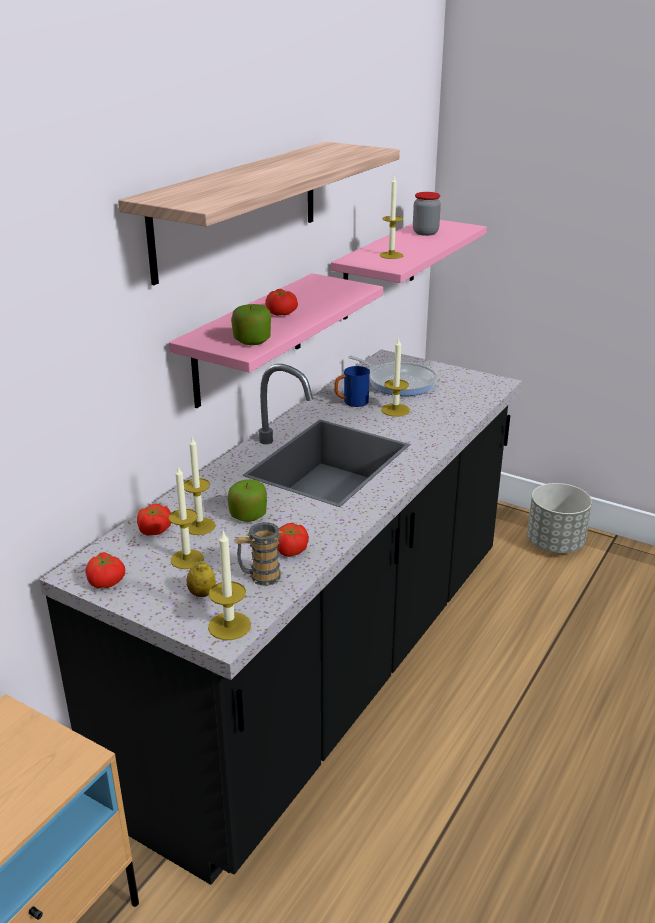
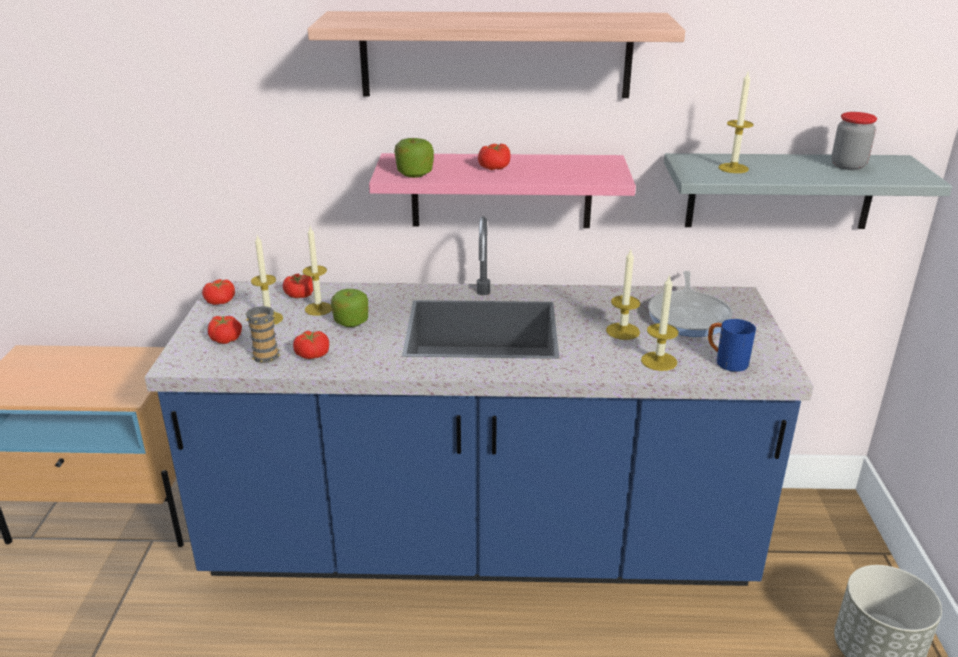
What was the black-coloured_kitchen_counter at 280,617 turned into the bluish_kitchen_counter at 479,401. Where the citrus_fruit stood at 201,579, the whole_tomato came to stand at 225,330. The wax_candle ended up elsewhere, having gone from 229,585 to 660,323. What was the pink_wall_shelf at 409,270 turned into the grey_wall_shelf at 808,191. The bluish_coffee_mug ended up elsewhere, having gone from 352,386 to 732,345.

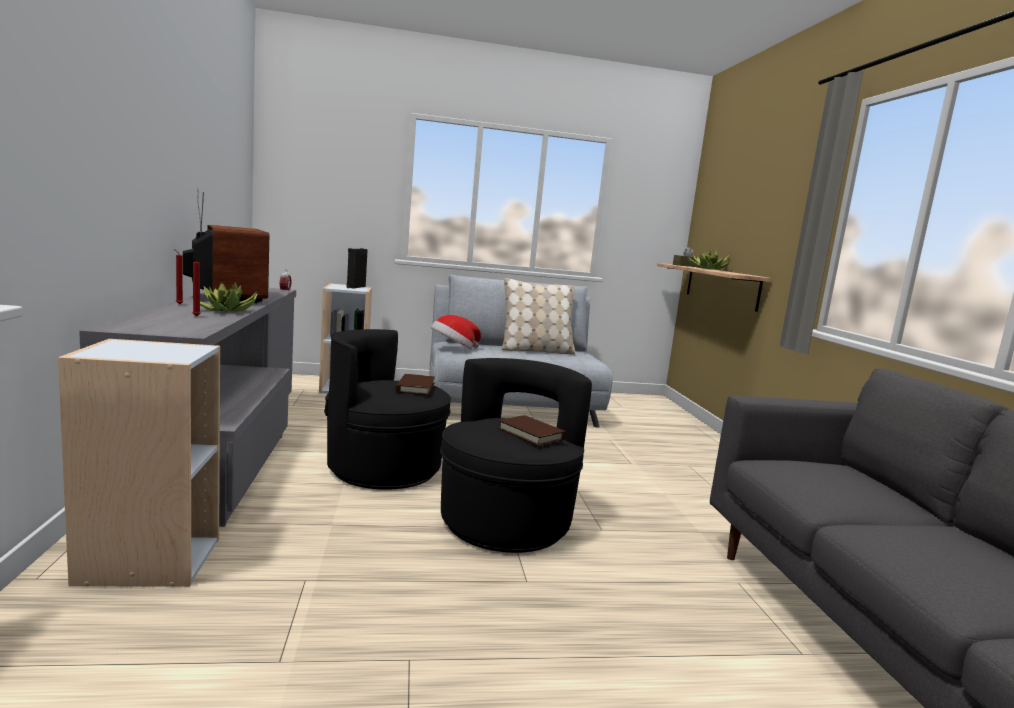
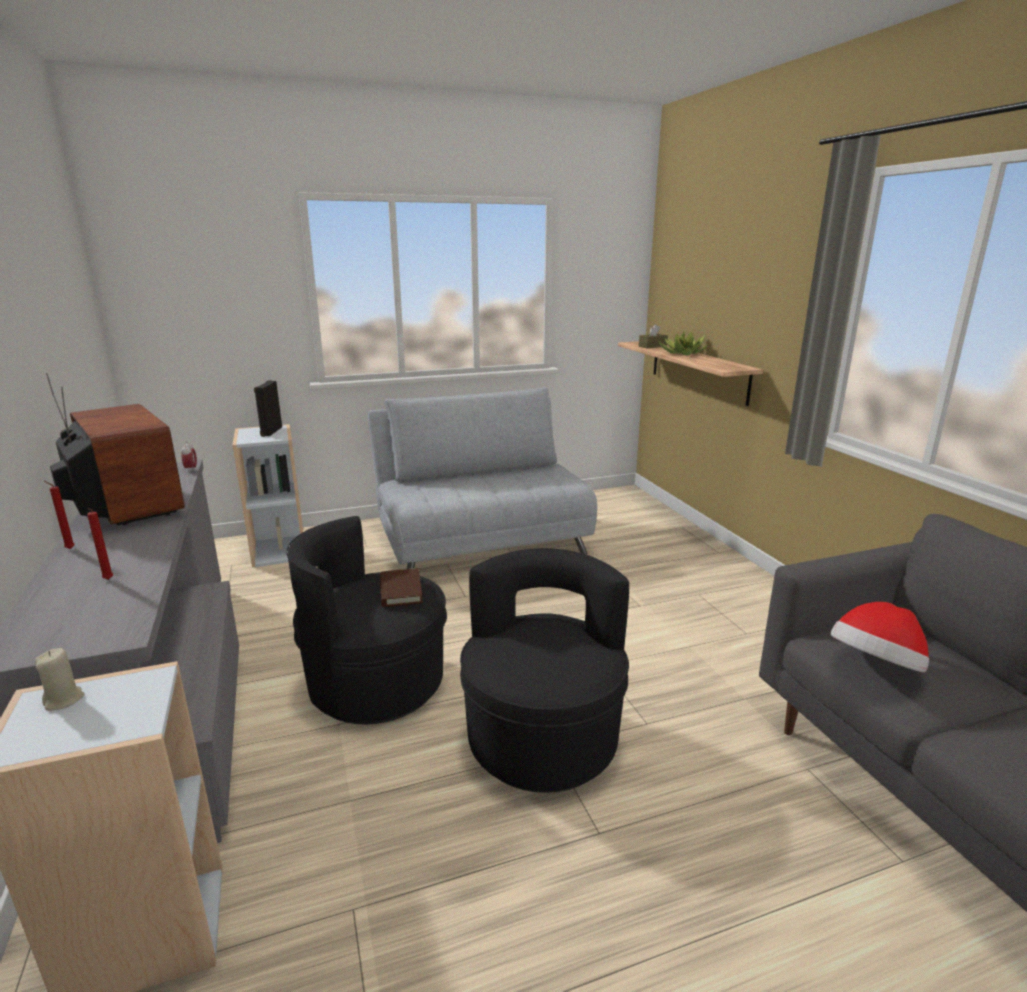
The second view lost the houseplant at 229,297. The hat ended up elsewhere, having gone from 456,332 to 879,637. The second view lost the brown-coloured_book at 532,430. The second view lost the sand-coloured_throw_pillow at 538,316. The second view gained the sand-coloured_wax_candle at 60,679.

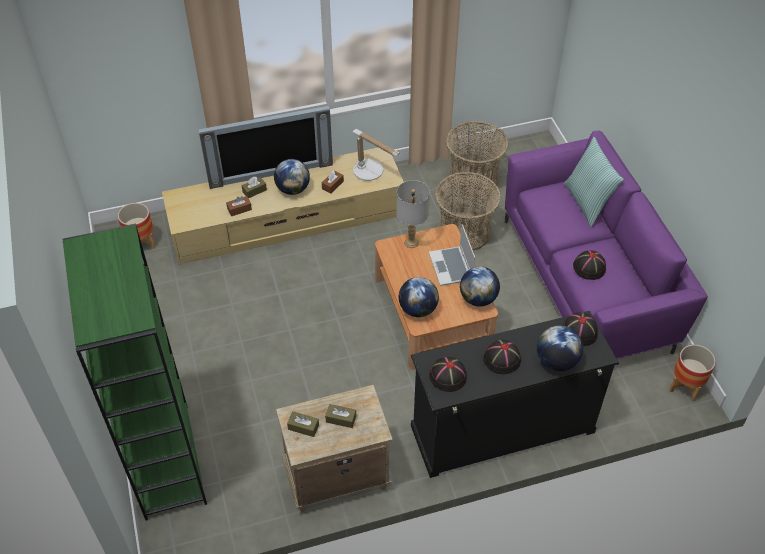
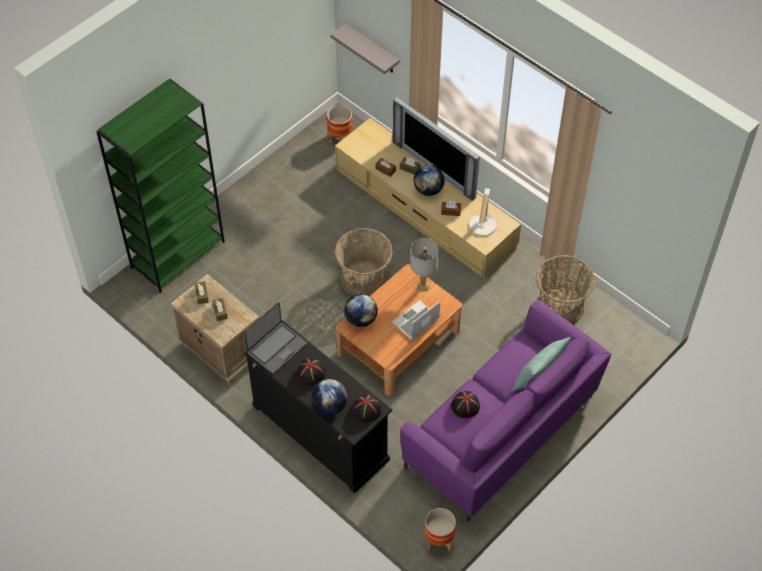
Where the black-coloured_hat stood at 448,374, the laptop came to stand at 275,338. The household_basket ended up elsewhere, having gone from 468,211 to 364,262. The second view lost the world_globe at 480,286. The second view gained the grey_wall_shelf at 365,48.

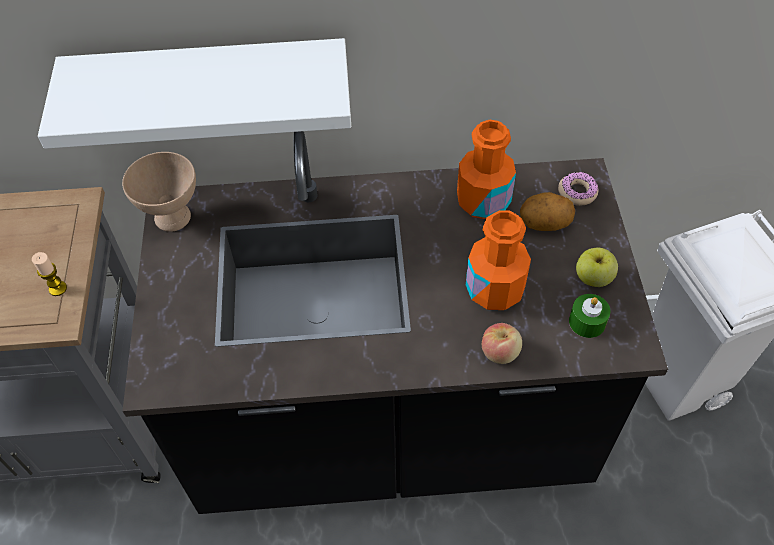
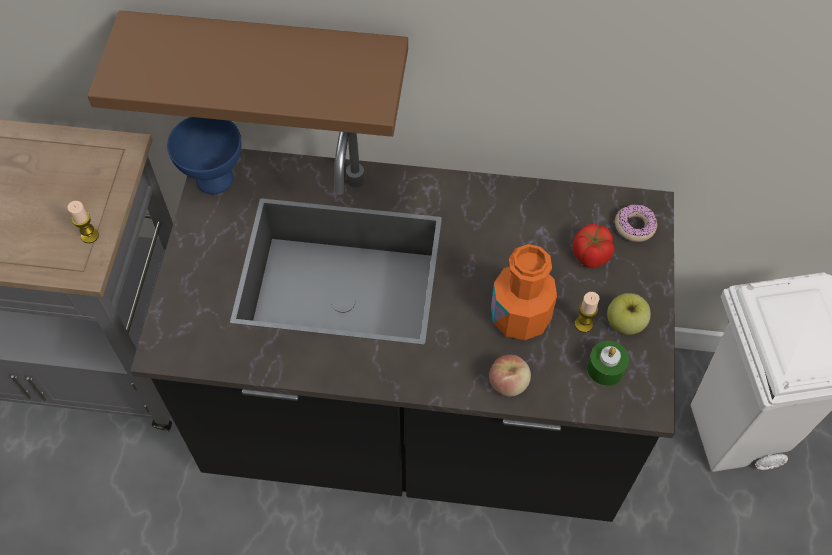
What was the whitish_wall_shelf at 194,93 turned into the brown-coloured_wall_shelf at 247,73. What was the sand-coloured_bowl at 159,192 turned into the bluish_bowl at 204,155. The second view lost the orangey_bottle at 486,169. Where the potato stood at 547,211, the whole_tomato came to stand at 593,246. The second view gained the wax_candle at 587,312.

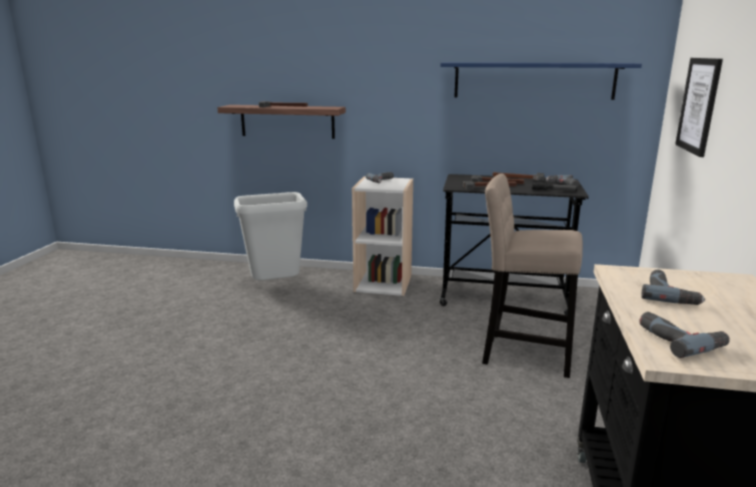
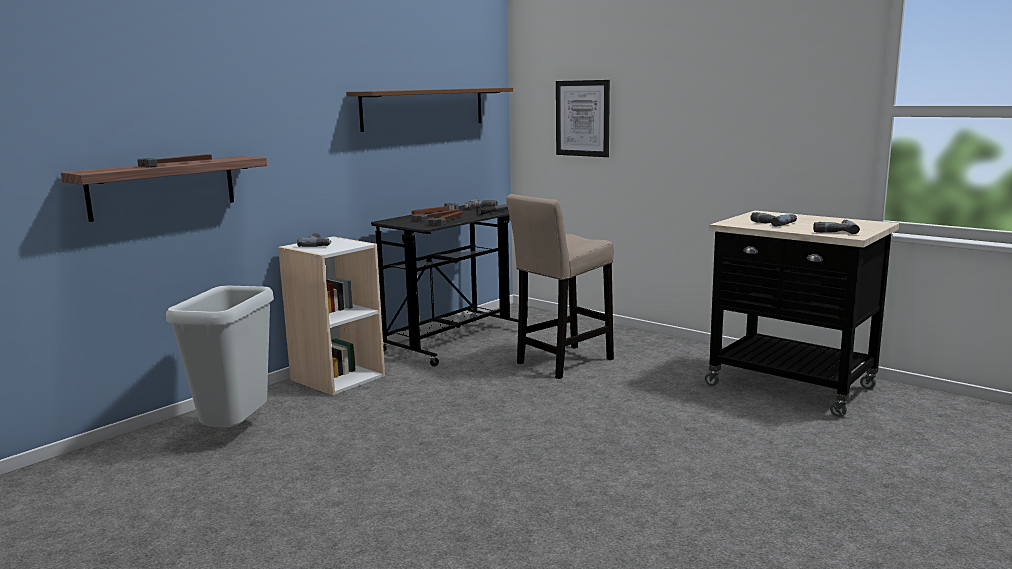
What was the bluish_wall_shelf at 541,81 turned into the brown-coloured_wall_shelf at 429,110.

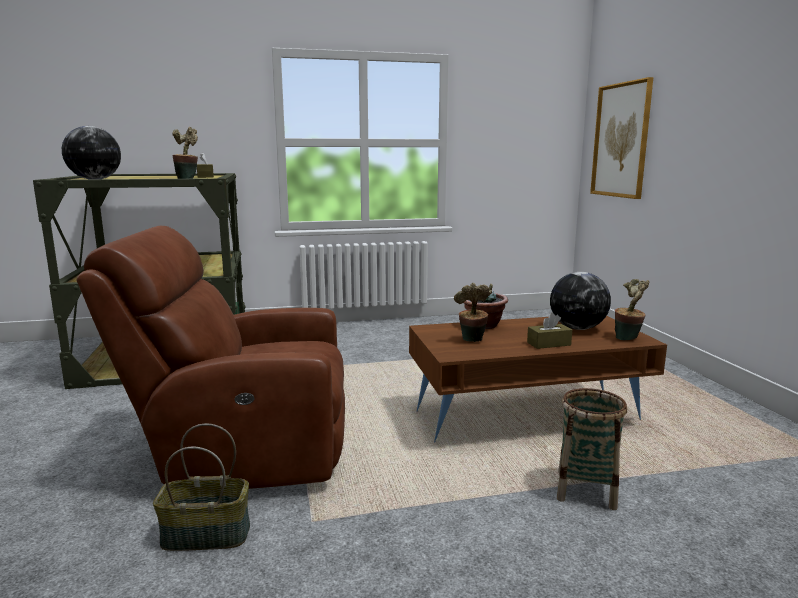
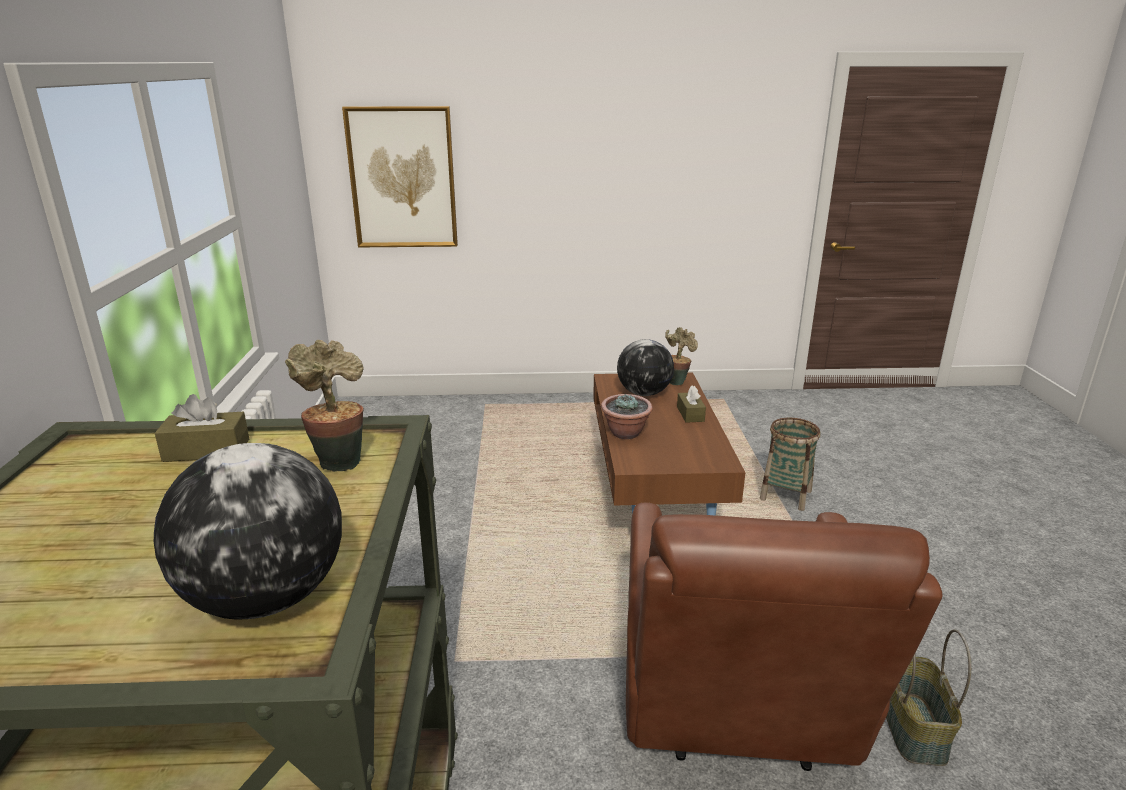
The second view lost the houseplant at 473,312.

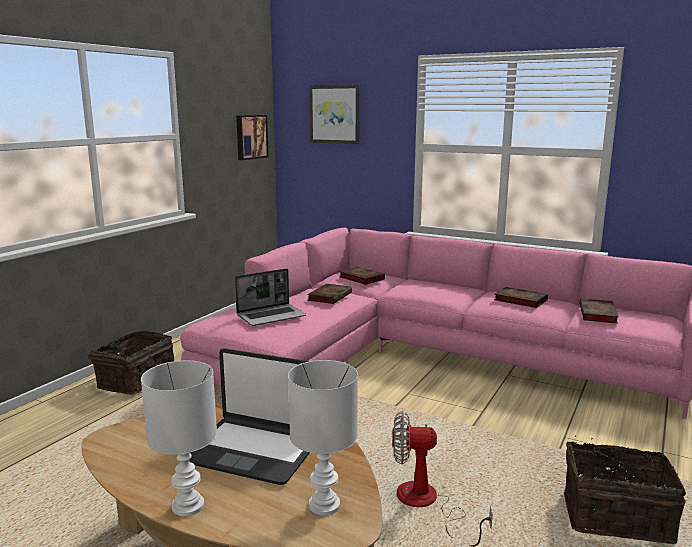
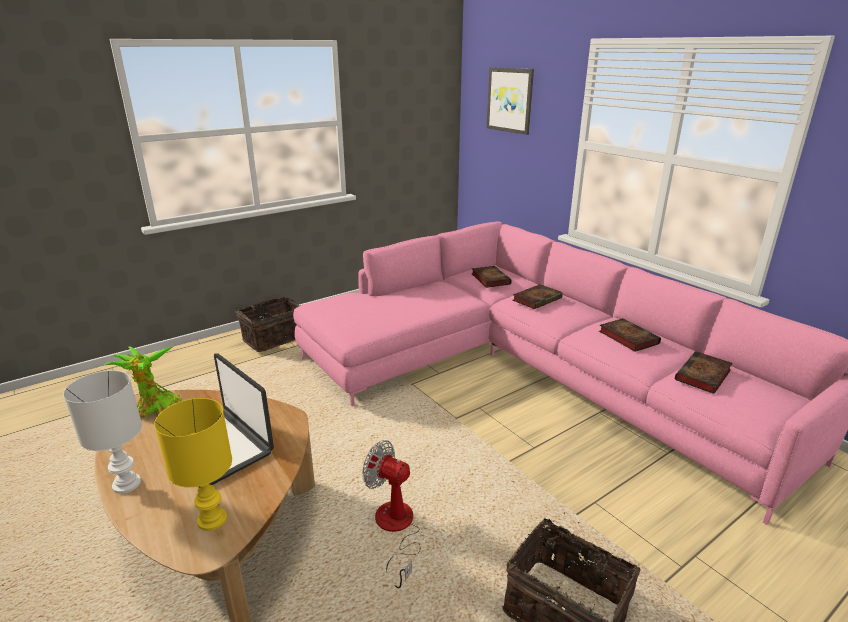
The second view lost the laptop at 270,297. The second view lost the picture at 252,137. What was the whitish_lamp_for_a_table at 323,437 turned into the yellow-coloured_lamp_for_a_table at 193,464. The book ended up elsewhere, having gone from 329,294 to 537,296. The second view gained the houseplant at 143,382.

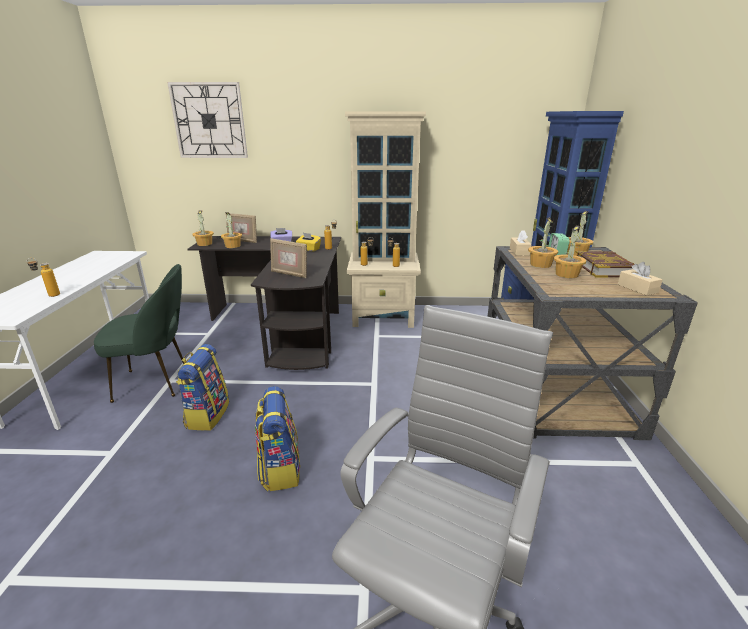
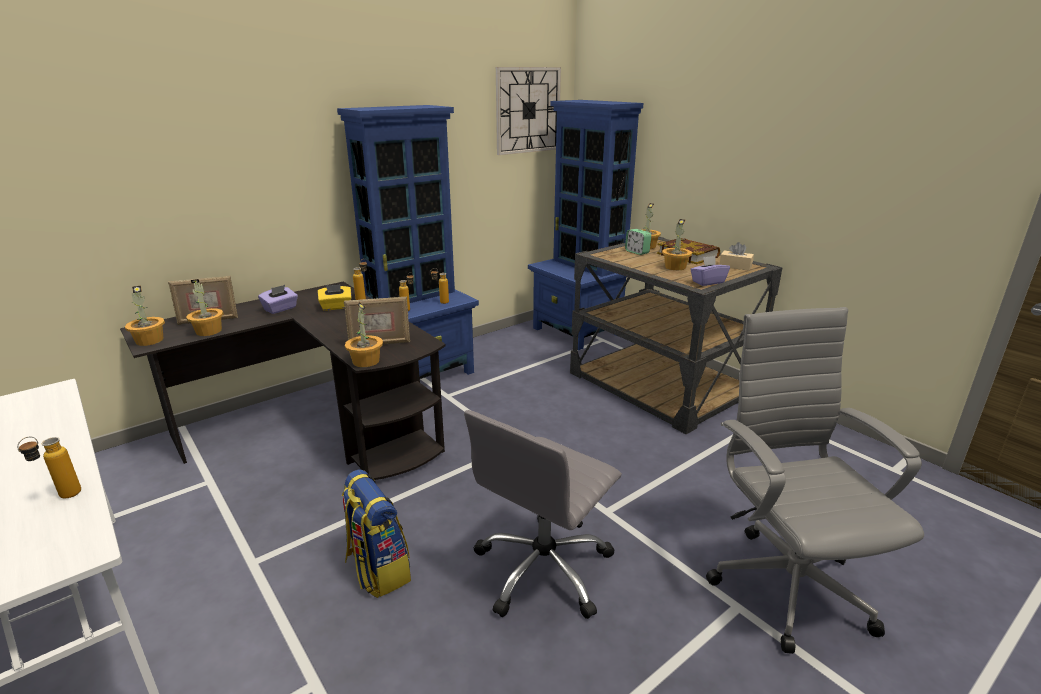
The second view lost the green_upright_chair at 139,333. The wall_clock ended up elsewhere, having gone from 207,120 to 528,111. Where the rucksack stood at 277,438, the grey_desk_chair came to stand at 543,514. What was the sand-coloured_cupboard at 385,219 turned into the bluish_cupboard at 408,242. The second view lost the sand-coloured_tissue_holder at 520,243. The houseplant ended up elsewhere, having gone from 543,243 to 364,334. The second view gained the purplish_tissue_holder at 710,271.

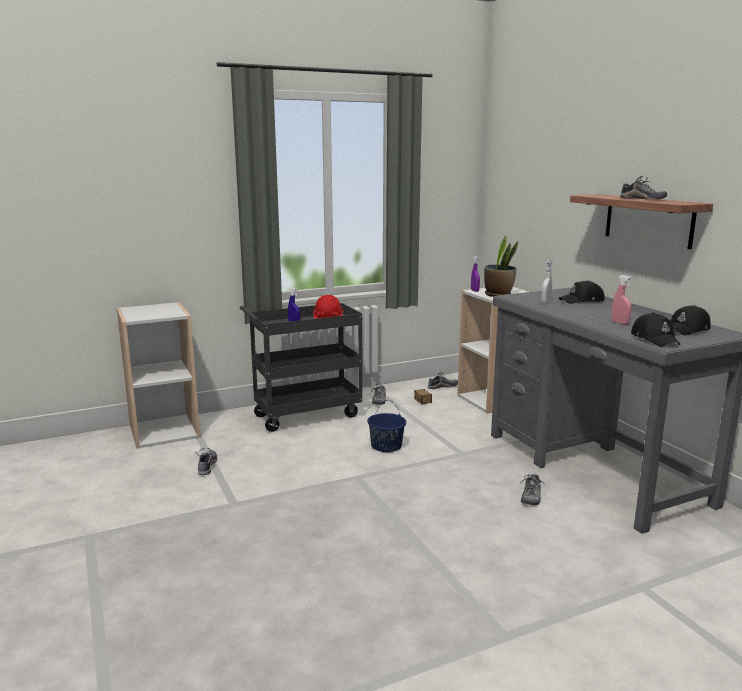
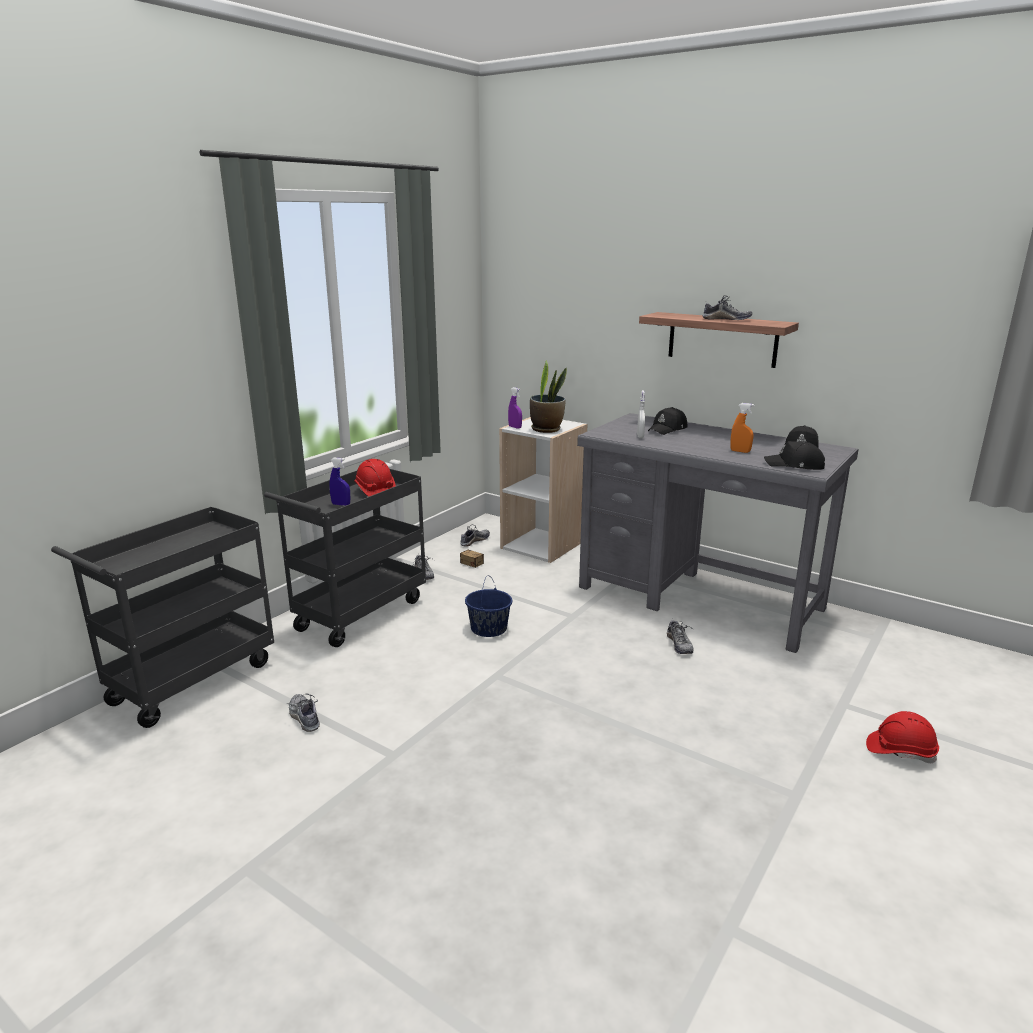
Where the shelving_unit stood at 159,375, the grey_wheeled_cart came to stand at 162,617. What was the pink_hand_sprayer at 622,299 turned into the orangey_hand_sprayer at 742,428. The black-coloured_peaked_cap at 655,329 ended up facing another way, 150 degrees clockwise from before. The second view gained the red_safety_helmet at 902,737.

